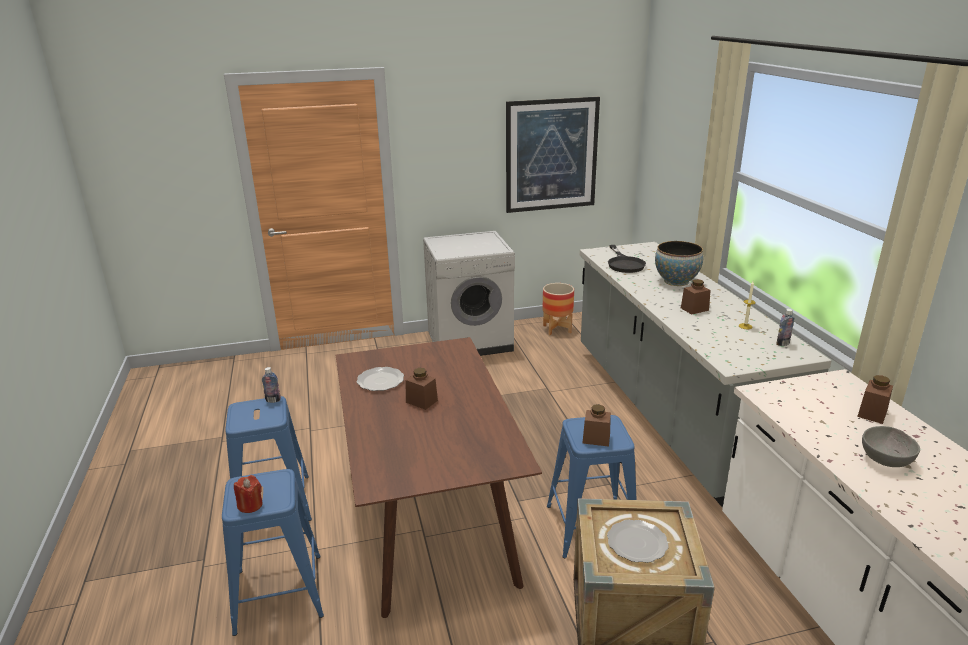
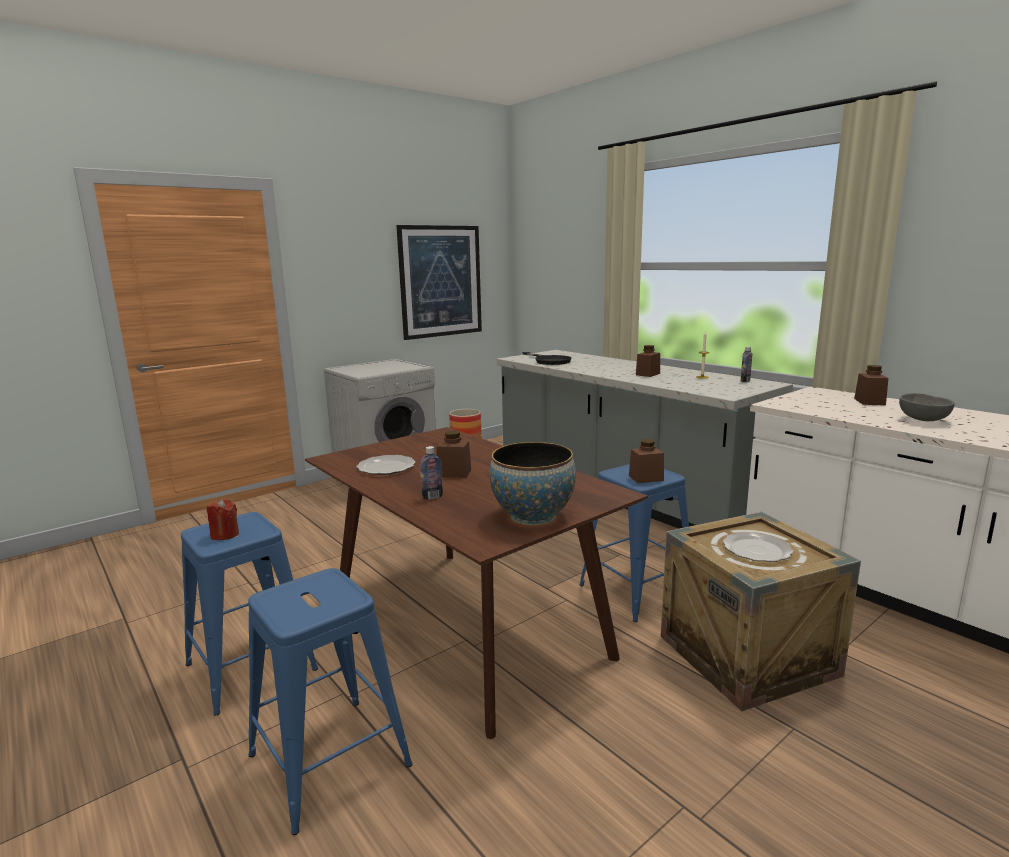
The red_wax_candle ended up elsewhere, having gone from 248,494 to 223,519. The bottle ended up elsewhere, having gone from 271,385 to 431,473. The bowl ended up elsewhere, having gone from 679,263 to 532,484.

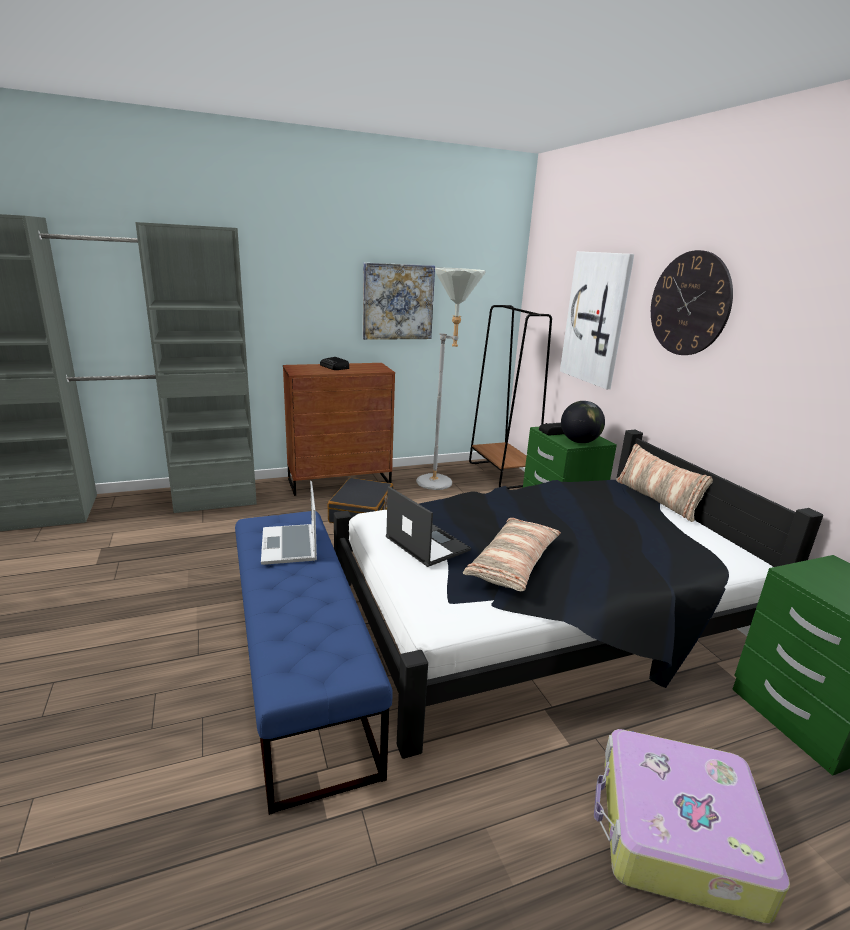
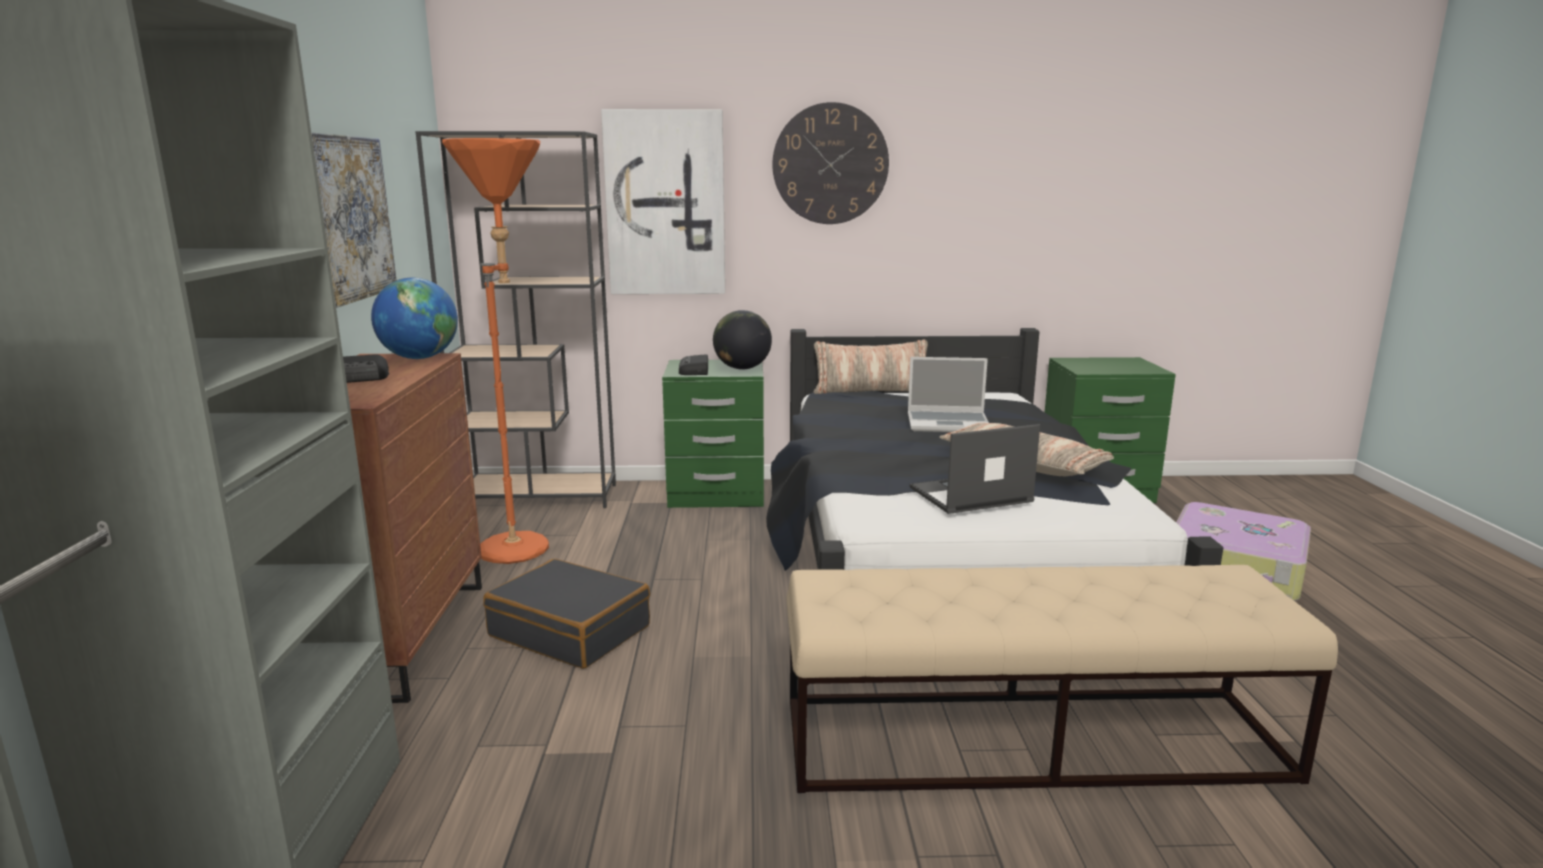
What was the bluish_indoor_bench at 314,663 turned into the sand-coloured_indoor_bench at 1062,679. The laptop ended up elsewhere, having gone from 289,523 to 948,394. What was the grey_standard_lamp at 450,379 turned into the orangey_standard_lamp at 495,351. Where the clothes_rack stood at 510,397, the shelving_unit came to stand at 516,319. The second view gained the world_globe at 414,318.

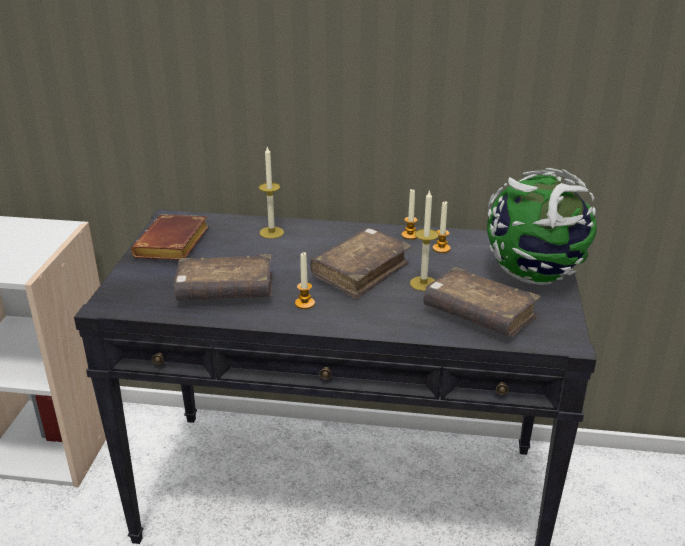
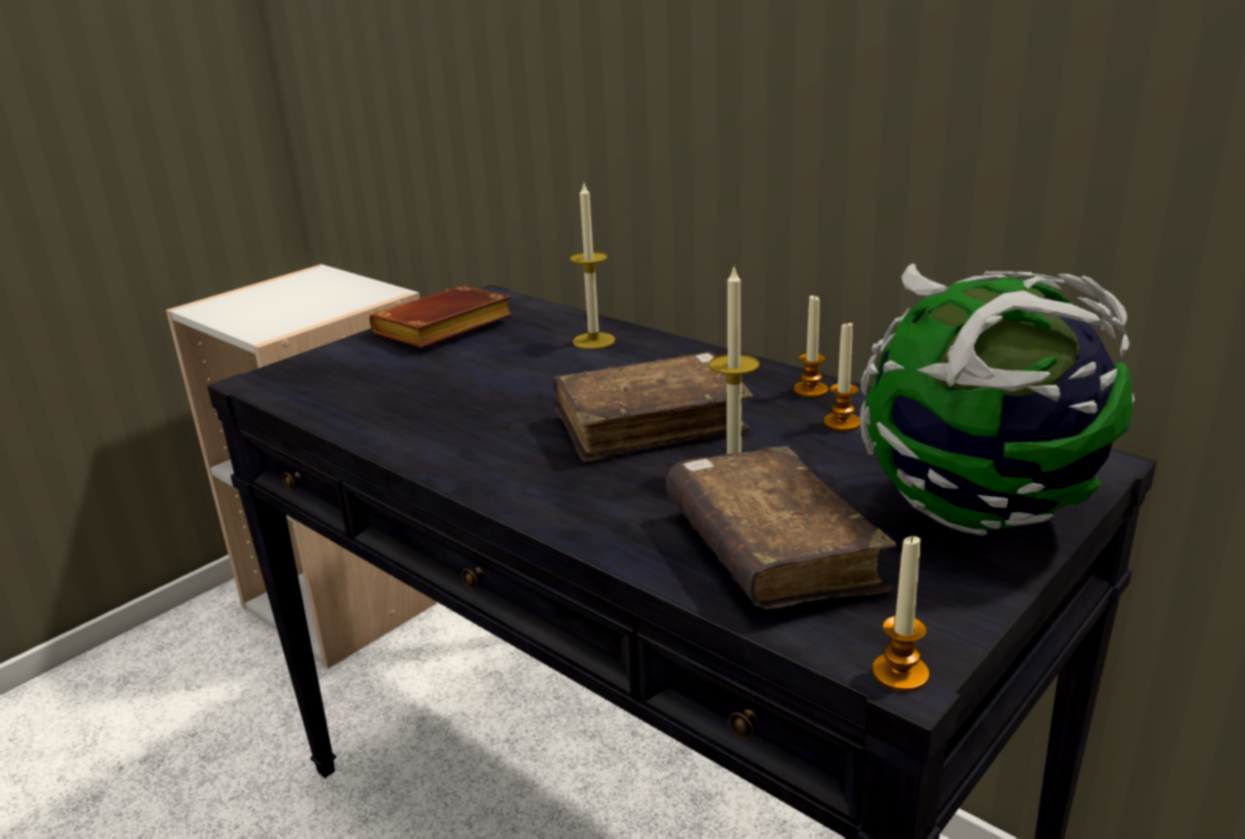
The second view lost the brown-coloured_book at 223,277. The wax_candle ended up elsewhere, having gone from 305,280 to 900,613.

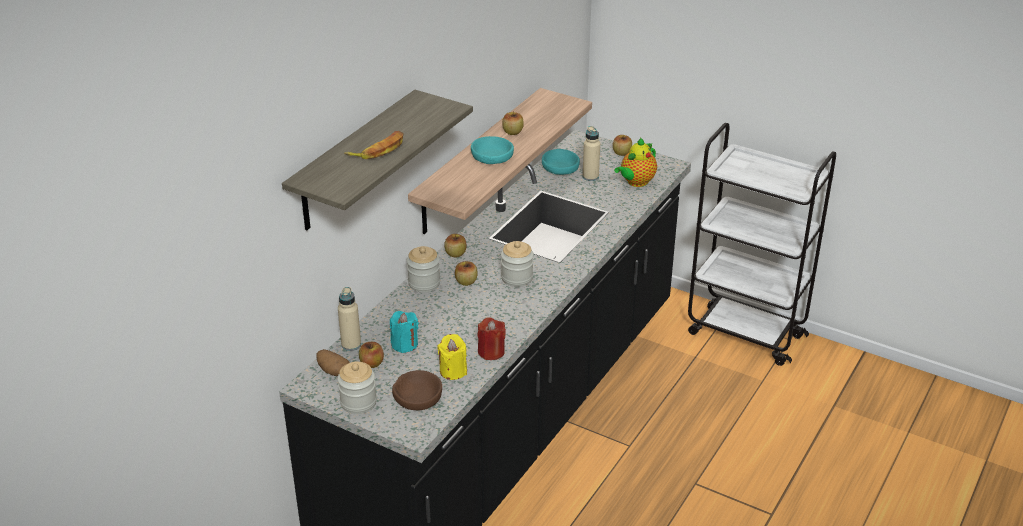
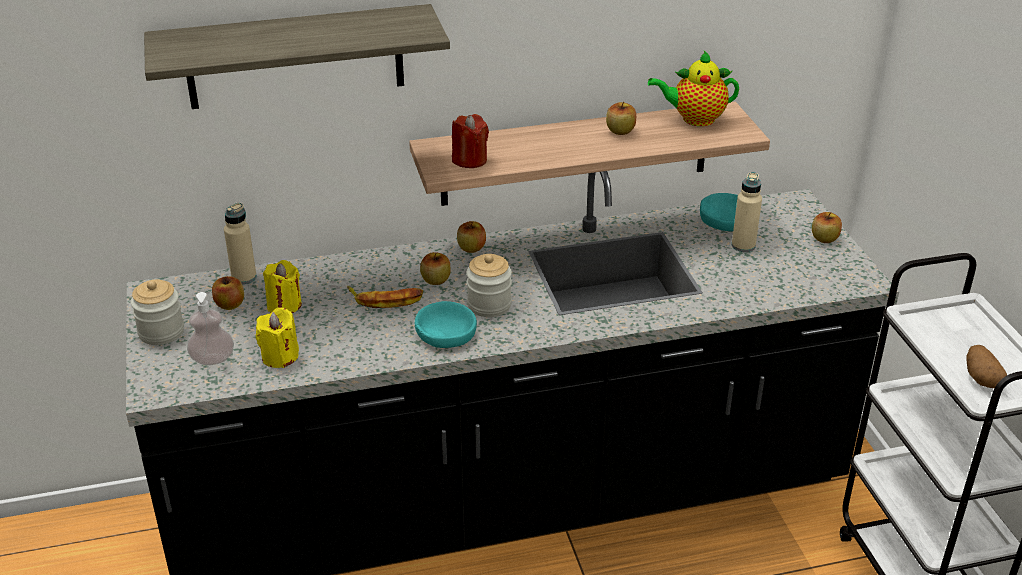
The potato ended up elsewhere, having gone from 333,362 to 986,366. The banana_fruit ended up elsewhere, having gone from 374,145 to 385,297. What was the turquoise-coloured_wax_candle at 404,332 turned into the yellow-coloured_wax_candle at 282,286. Where the brown-coloured_bowl stood at 417,390, the liquid_soap_bottle came to stand at 210,328. The second view lost the jar at 423,269. The turquoise-coloured_bowl ended up elsewhere, having gone from 492,150 to 446,324. The red_wax_candle ended up elsewhere, having gone from 491,339 to 470,141. The tea_pot ended up elsewhere, having gone from 635,162 to 693,88.

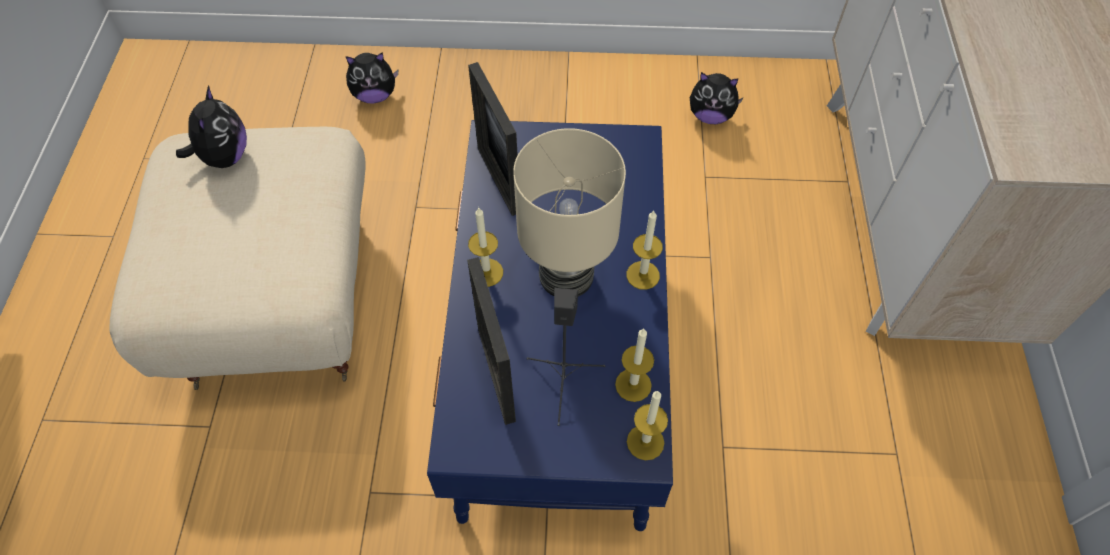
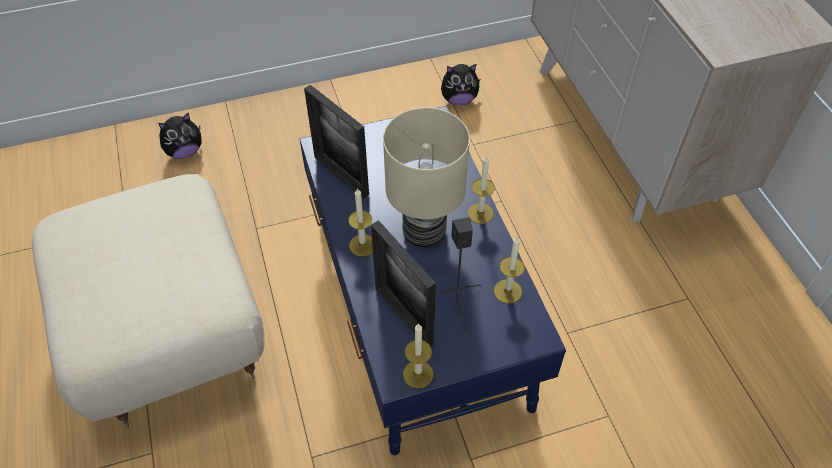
The second view lost the cuddly_toy at 211,126. The wax_candle ended up elsewhere, having gone from 647,425 to 418,355.

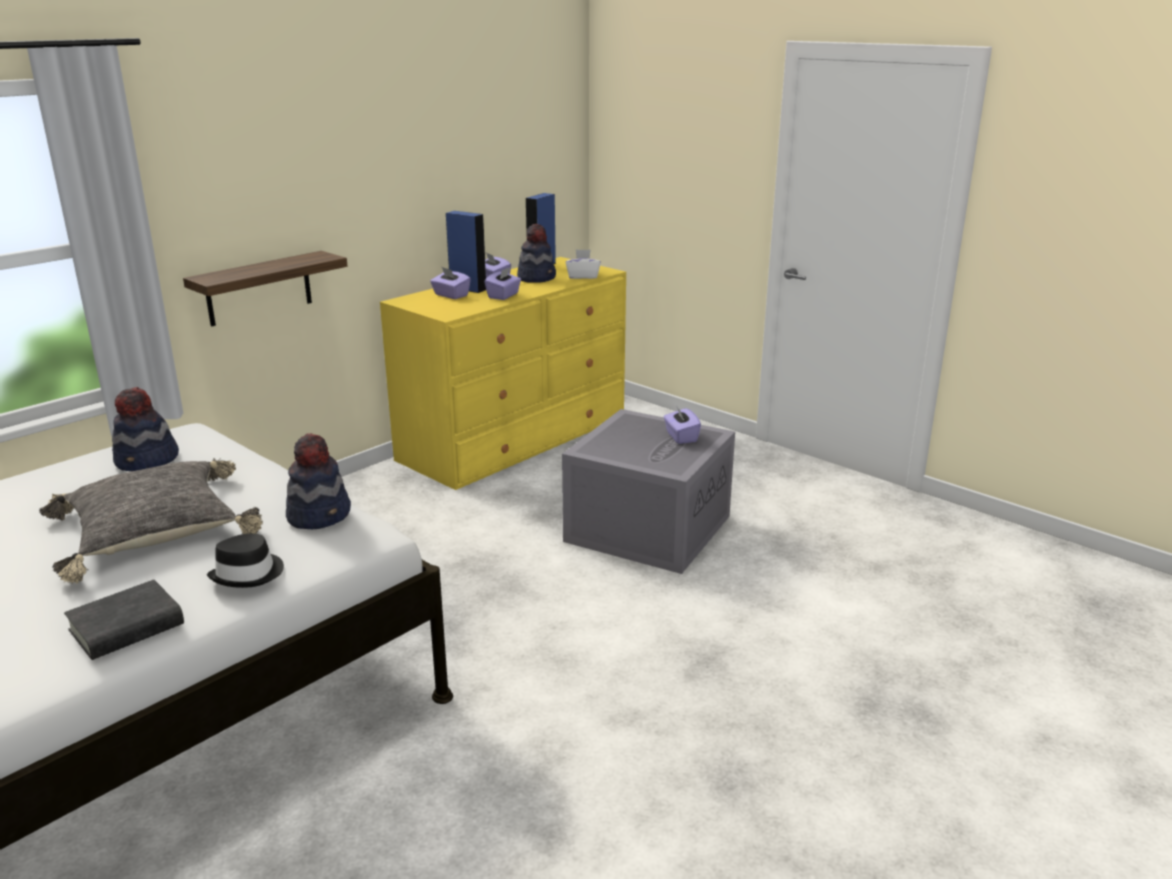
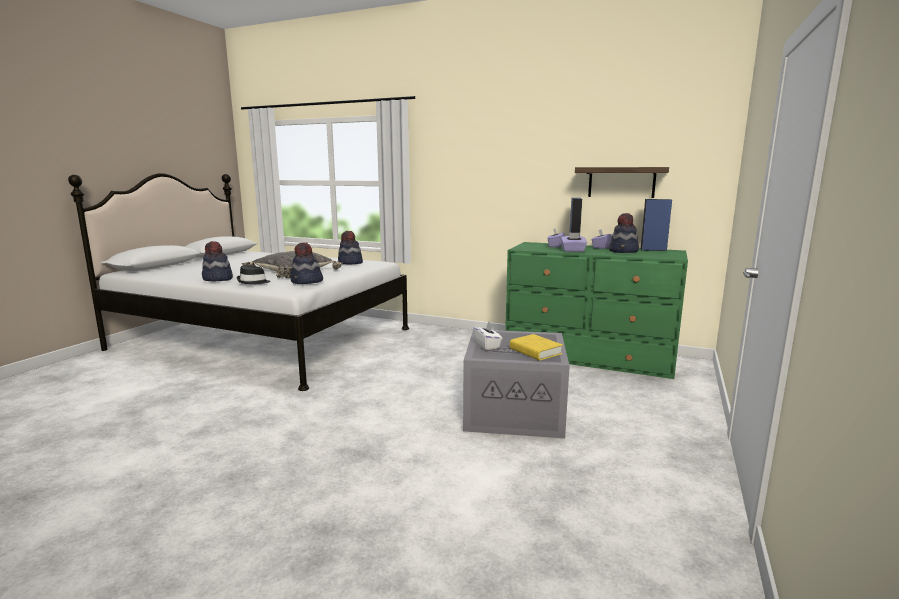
Where the black-coloured_book stood at 124,620, the hat came to stand at 217,261. The wall_shelf ended up elsewhere, having gone from 265,288 to 622,182. What was the yellow-coloured_dresser at 503,373 turned into the green_dresser at 596,310. The whitish_tissue_holder ended up elsewhere, having gone from 583,264 to 487,335. Where the purplish_tissue_holder stood at 682,424, the yellow-coloured_book came to stand at 536,347.

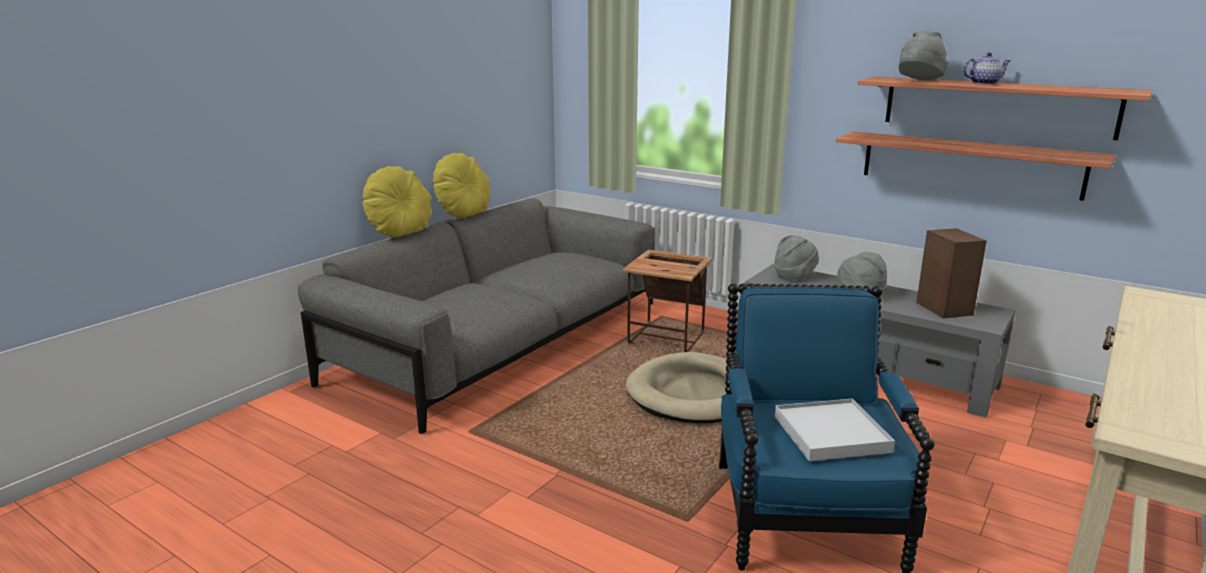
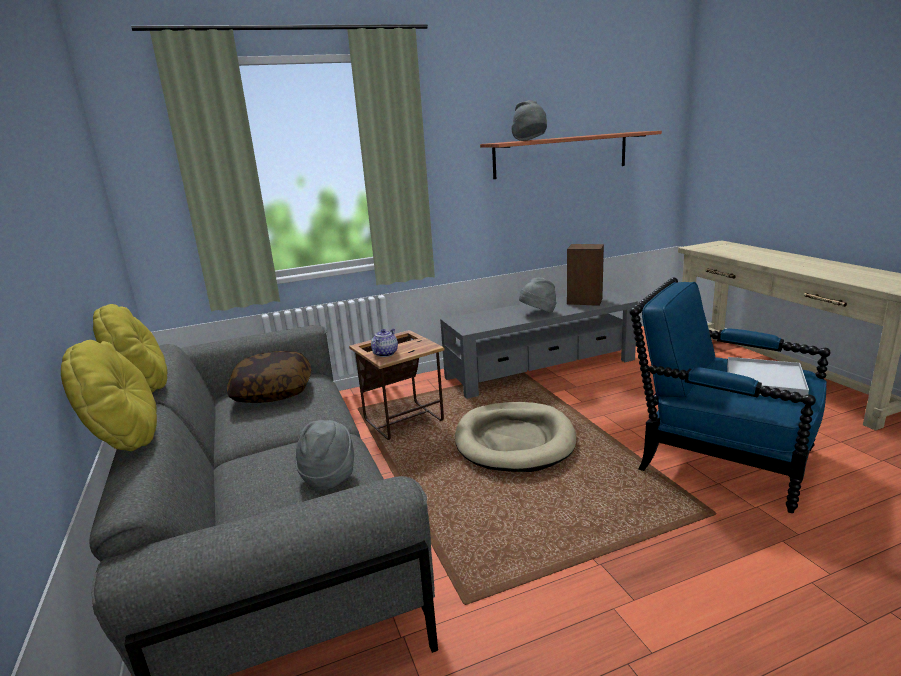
The grey_hat ended up elsewhere, having gone from 796,258 to 324,455. The second view lost the wall_shelf at 976,166. The tea_pot ended up elsewhere, having gone from 987,68 to 384,343. The second view gained the throw_pillow at 269,377.

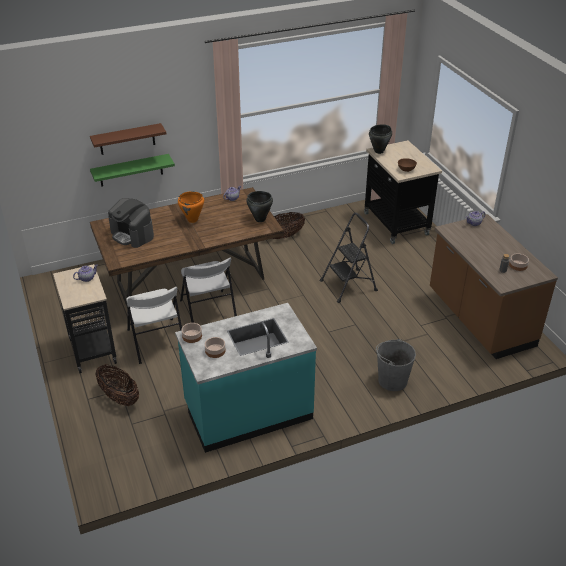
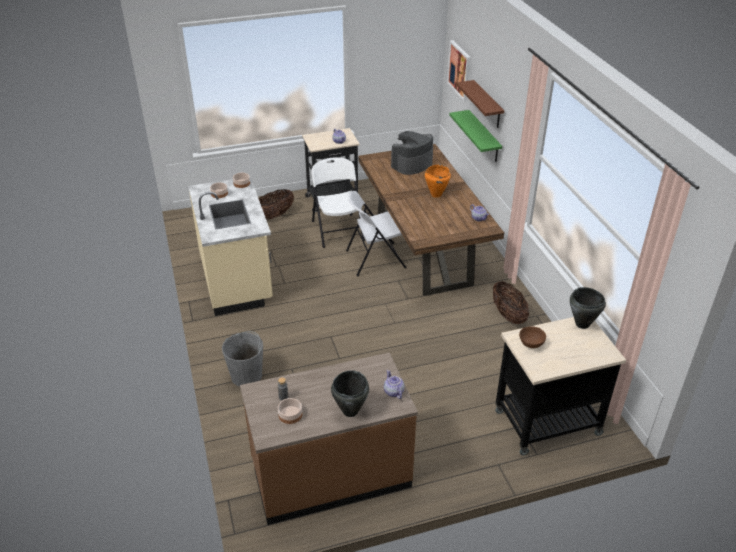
The whitish_upright_chair at 154,325 ended up facing another way, 90 degrees clockwise from before. What was the turquoise-coloured_kitchen_counter at 246,378 turned into the sand-coloured_kitchen_counter at 230,246. The black-coloured_cooking_pot ended up elsewhere, having gone from 259,206 to 350,393. The second view lost the black-coloured_stepladder at 348,258. The second view gained the picture at 459,70.

